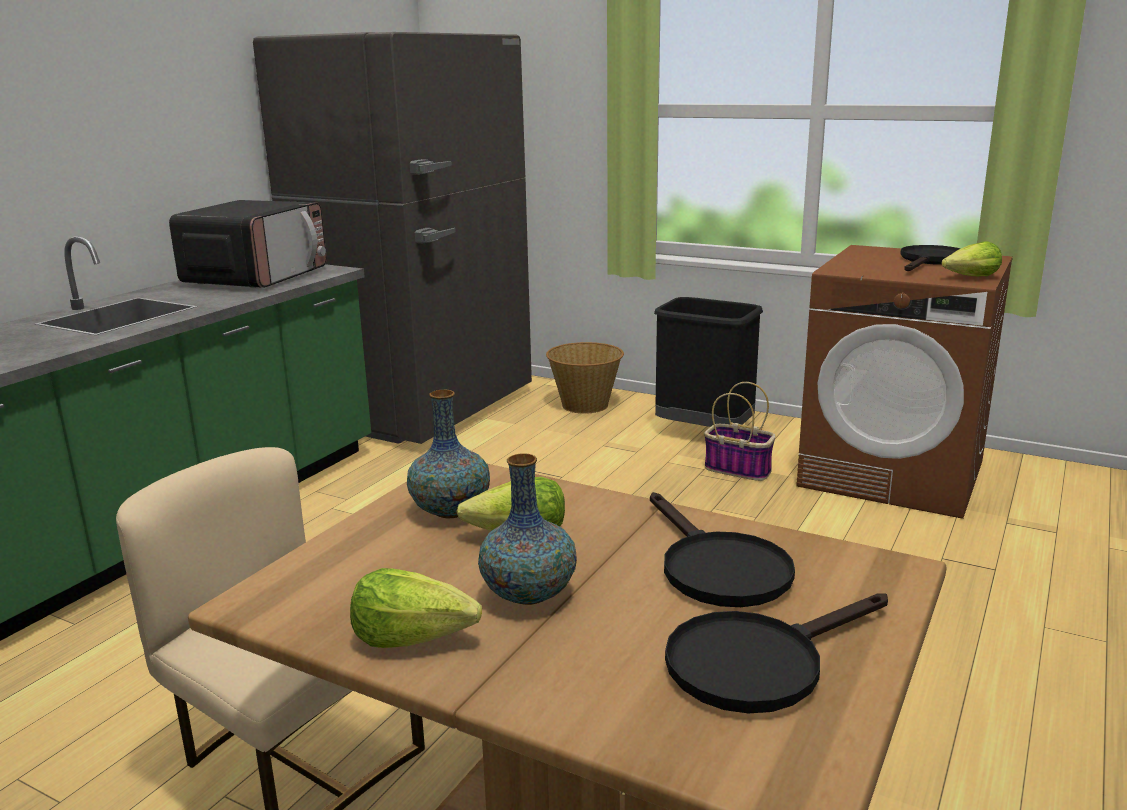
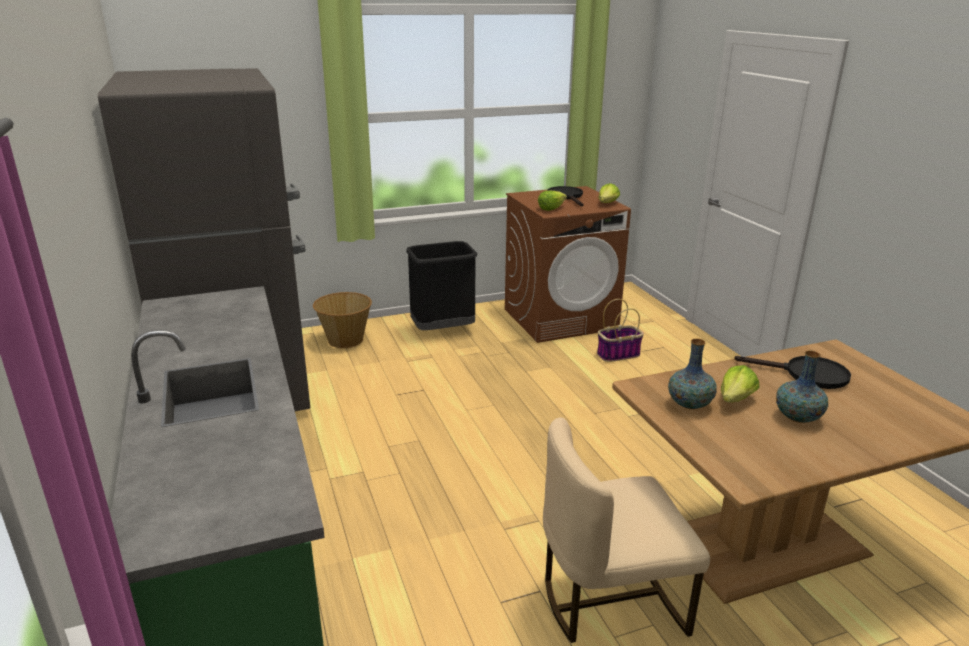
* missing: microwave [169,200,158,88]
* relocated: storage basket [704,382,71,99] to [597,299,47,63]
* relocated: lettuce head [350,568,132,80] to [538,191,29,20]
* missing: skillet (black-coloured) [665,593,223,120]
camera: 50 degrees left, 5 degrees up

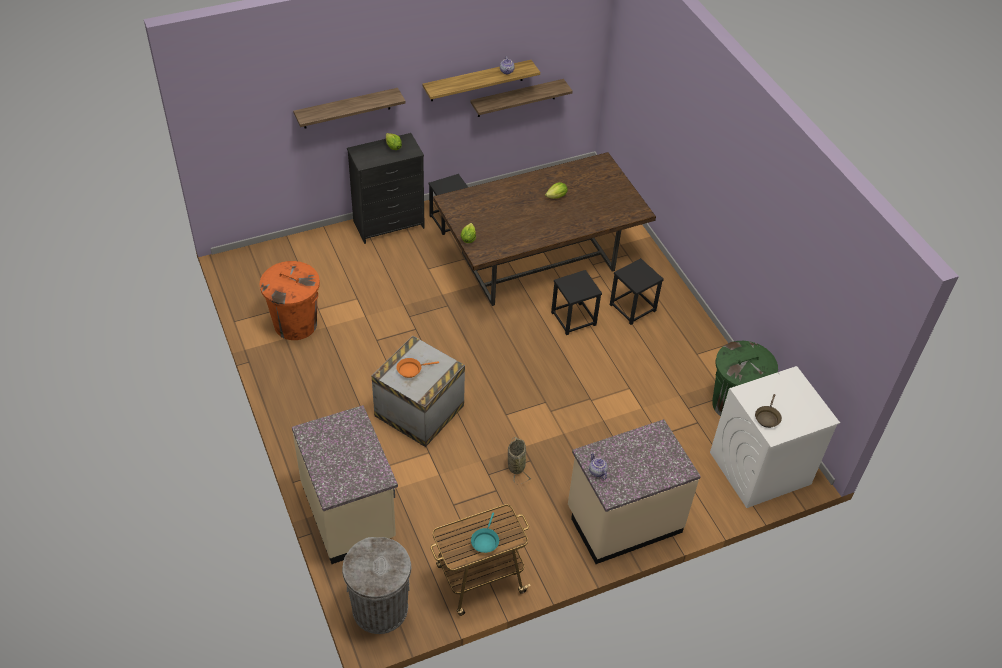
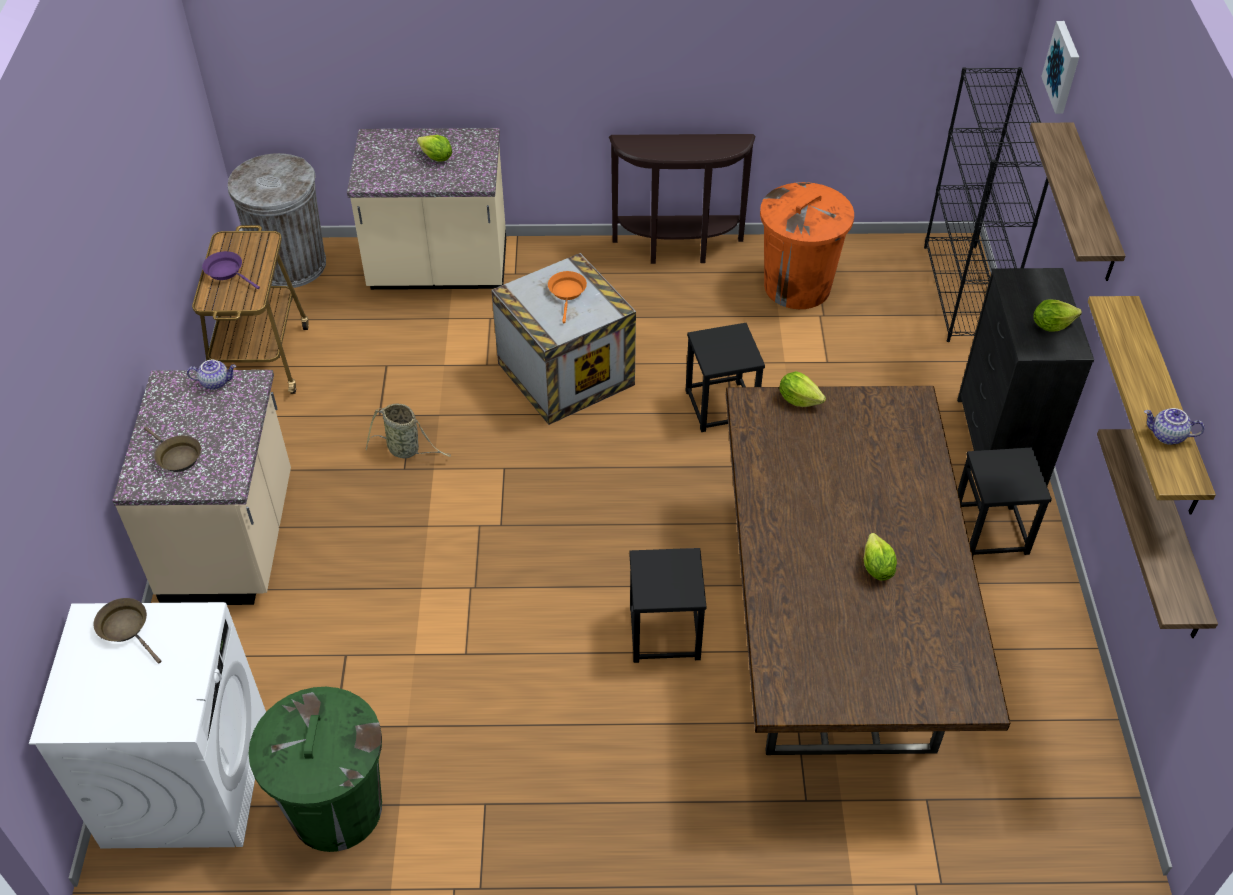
* relocated: stool (black-coloured) [610,258,54,67] to [686,323,79,109]
* colour: skillet (turquoise) [471,512,28,41] to skillet (purple) [202,251,58,38]
* appeared: picture [1041,21,38,93]
* appeared: bookcase (black-coloured) [924,67,125,275]
* appeared: console table (brownish) [609,134,146,130]
* appeared: lettuce head [417,135,35,27]
* appeared: skillet (brownish) [144,427,57,45]
camera: 115 degrees right, 0 degrees up

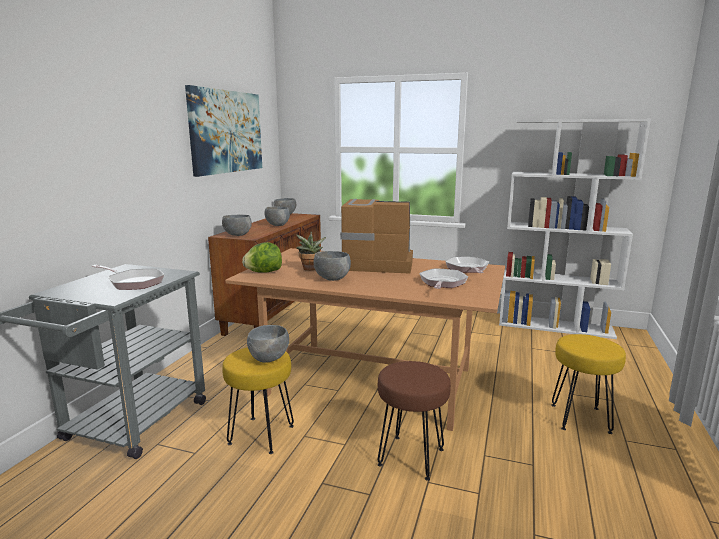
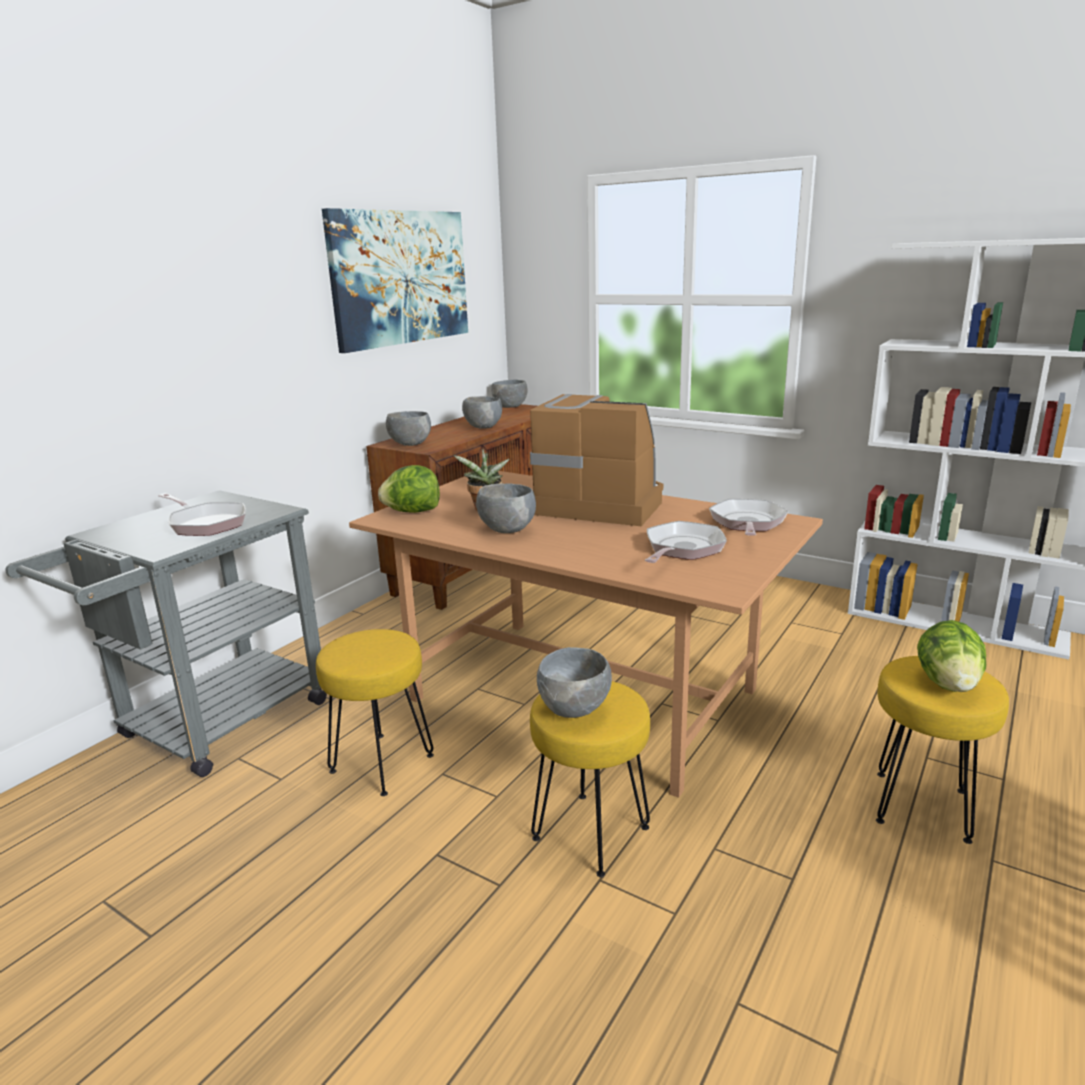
* relocated: bowl (grey) [247,325,42,38] to [537,647,75,71]
* colour: stool (brownish) [378,361,73,120] to stool (yellow) [530,681,120,196]
* appeared: lettuce head [917,620,69,72]
camera: 15 degrees right, 5 degrees up

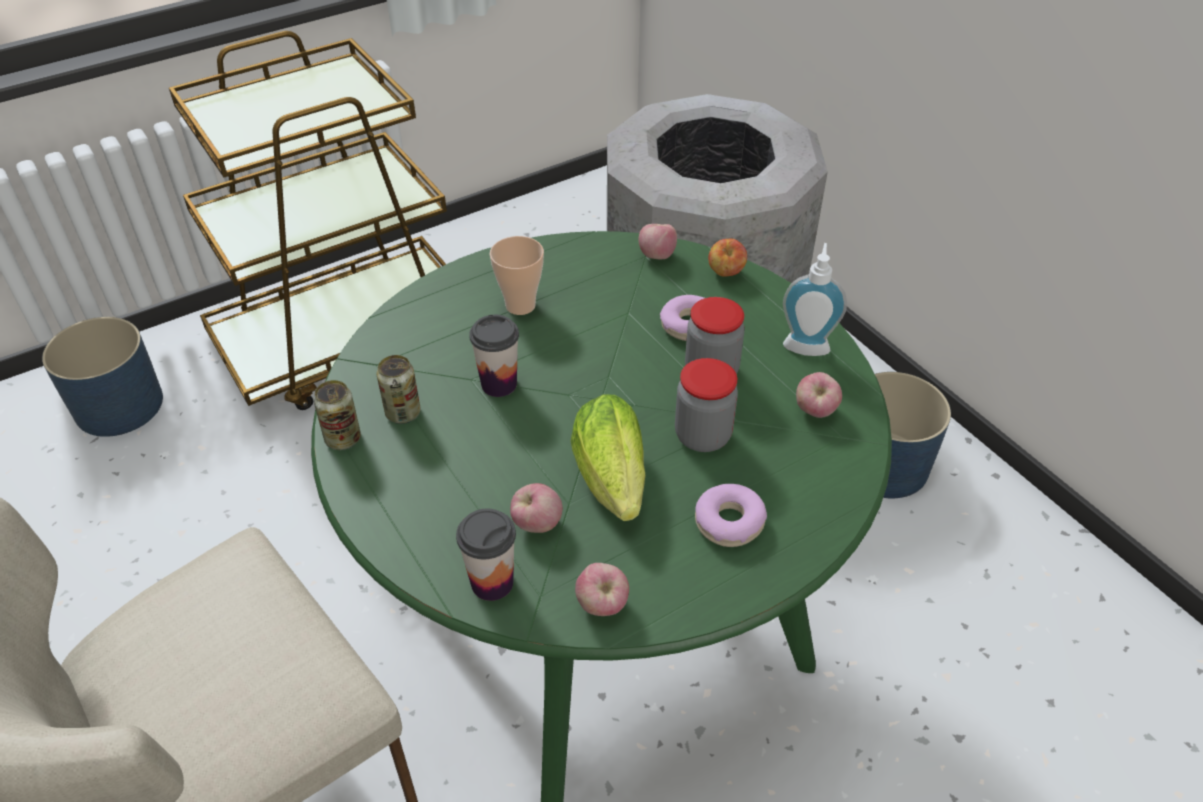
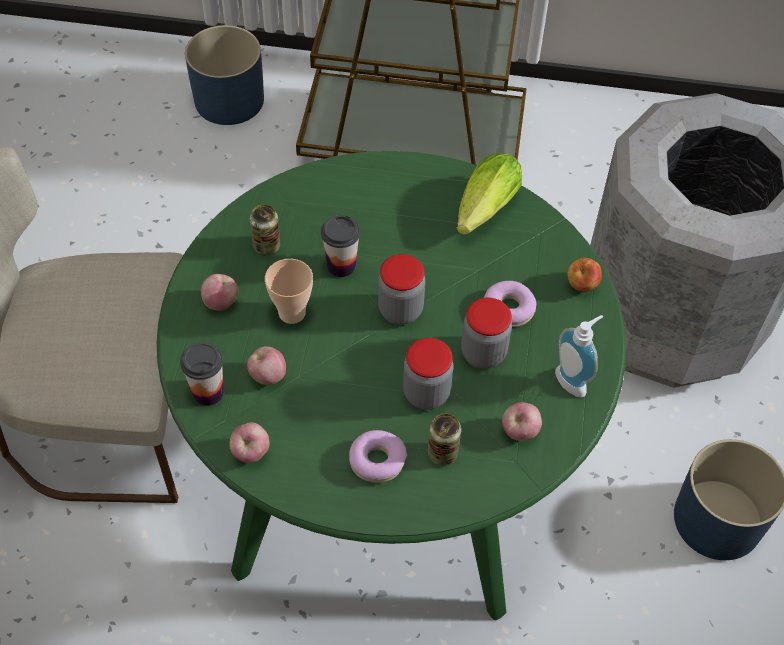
* relocated: whole apple [639,224,38,35] to [201,274,37,37]
* relocated: cup [490,236,54,79] to [265,259,48,65]
* relocated: metal can [314,380,47,70] to [427,413,34,53]
* relocated: lettuce head [571,394,74,127] to [456,153,66,82]
* appeared: storage jar [378,254,47,71]
camera: 40 degrees right, 10 degrees up

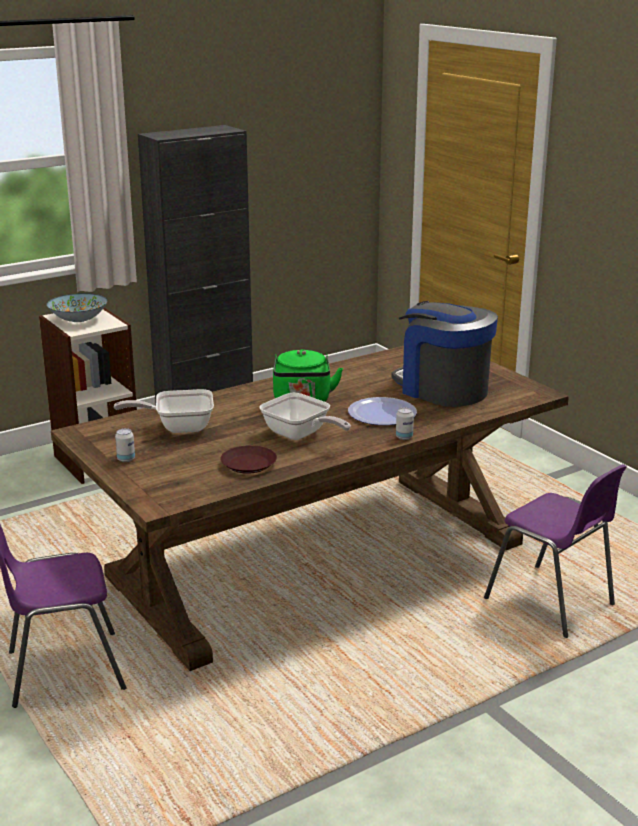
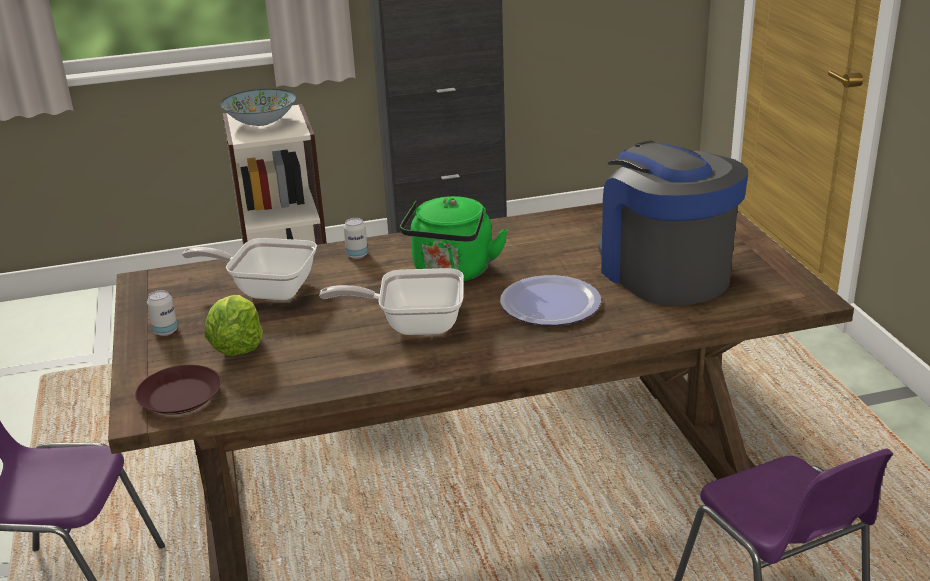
* spun: skillet [259,393,92,47] = [319,268,145,67] 120 degrees clockwise
* relocated: metal can [396,408,18,32] to [344,218,24,41]
* relocated: plate (brownish) [220,445,57,29] to [135,365,86,50]
* appeared: lettuce head [205,295,58,61]
camera: 20 degrees right, 5 degrees up

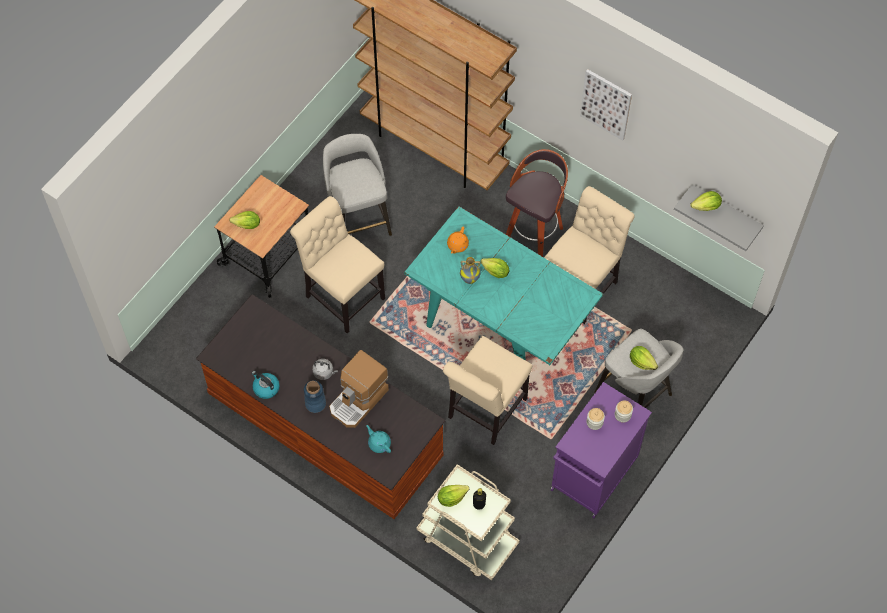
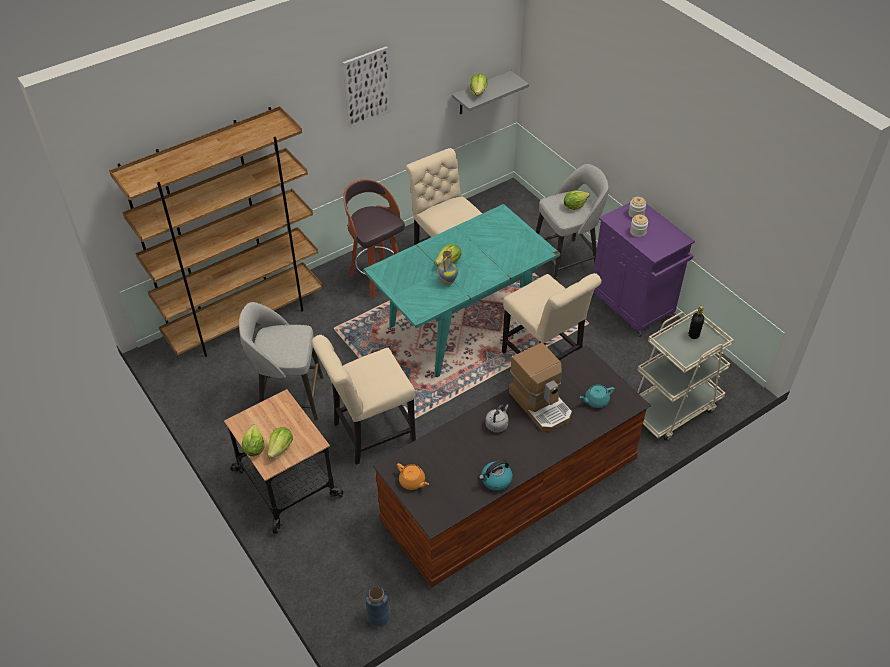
* relocated: teapot (orange) [447,227,22,27] to [397,463,32,27]
* relocated: decorative vase (blue) [304,381,22,32] to [366,586,25,40]
* relocated: lettuce head [438,485,31,22] to [242,425,23,32]
camera: 70 degrees left, 15 degrees down

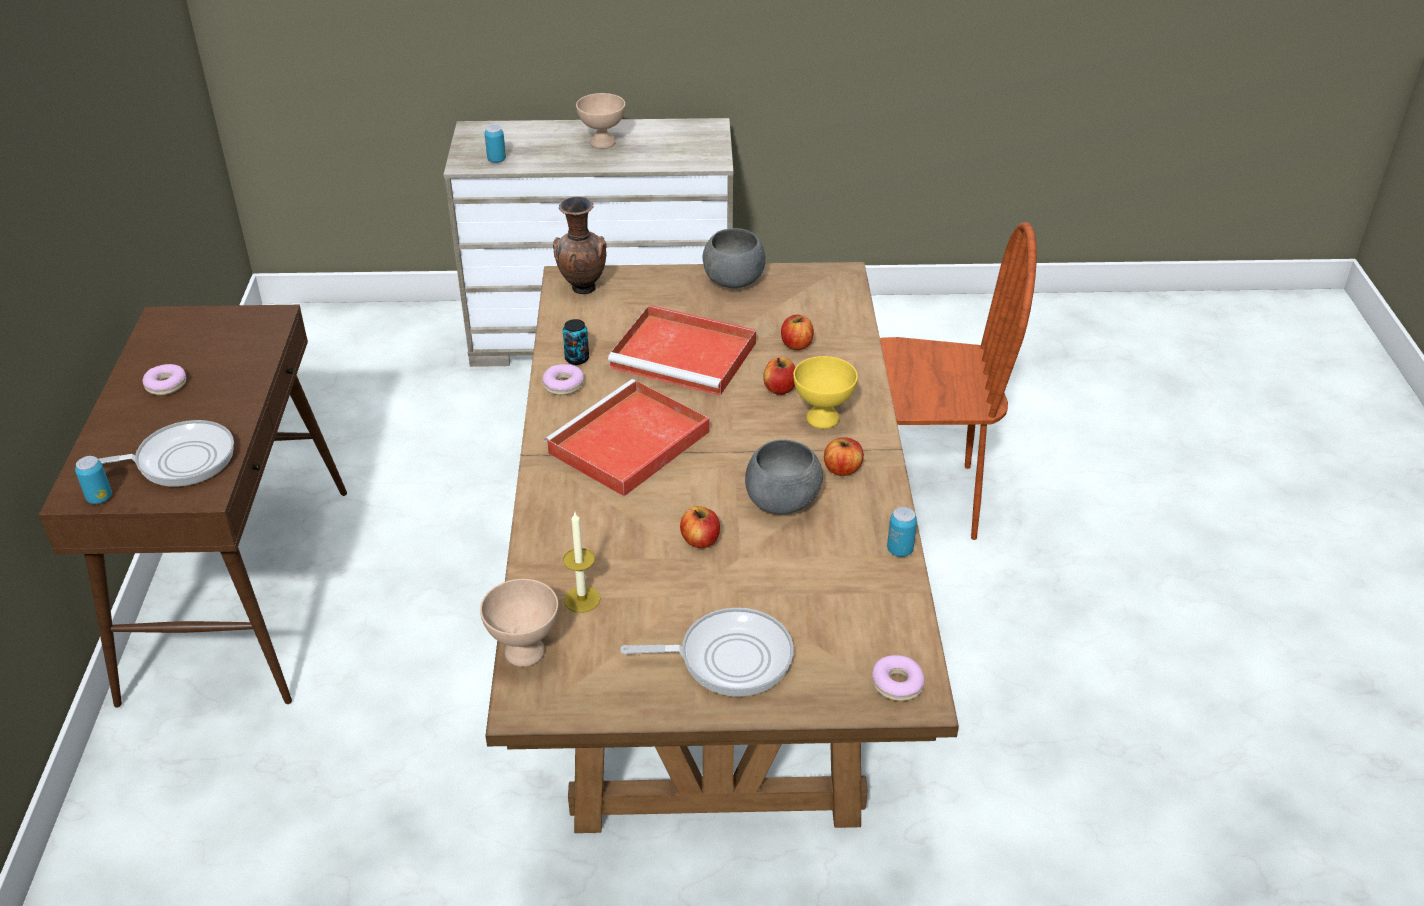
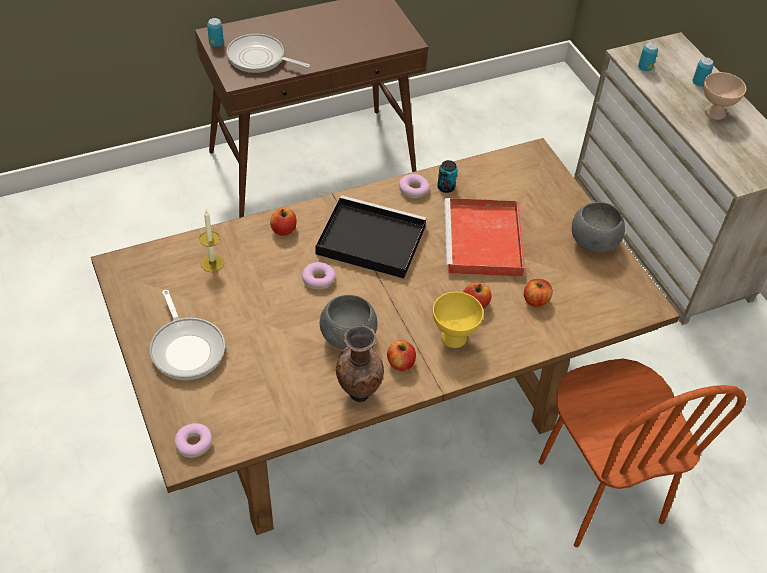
* relocated: decorative vase (brownish) [553,196,54,98] to [336,326,48,76]
* relocated: donut [143,364,43,31] to [302,262,33,28]
* colour: carrying tray (red) [544,379,166,117] to carrying tray (black-coloured) [316,195,111,83]
* spun: skillet [98,420,136,67] = [227,34,83,39] 150 degrees clockwise
* relocated: whole apple [680,506,40,42] to [270,208,26,28]
* relocated: metal can [887,507,30,50] to [693,57,21,30]
* missing: bowl (sand-coloured) [480,579,78,88]
camera: 65 degrees right, 10 degrees up

